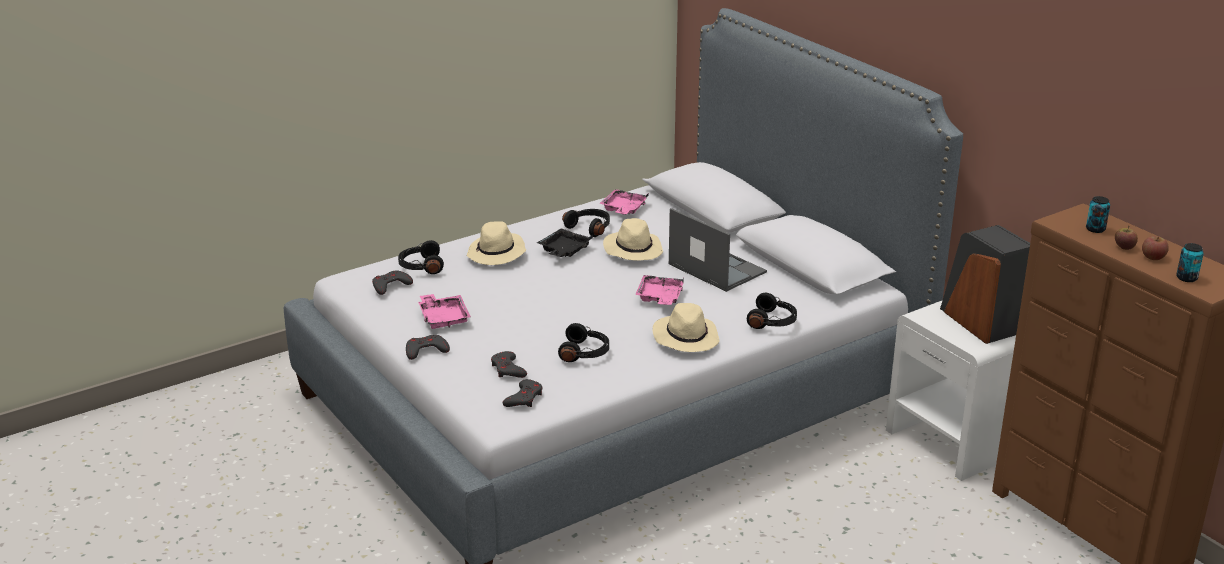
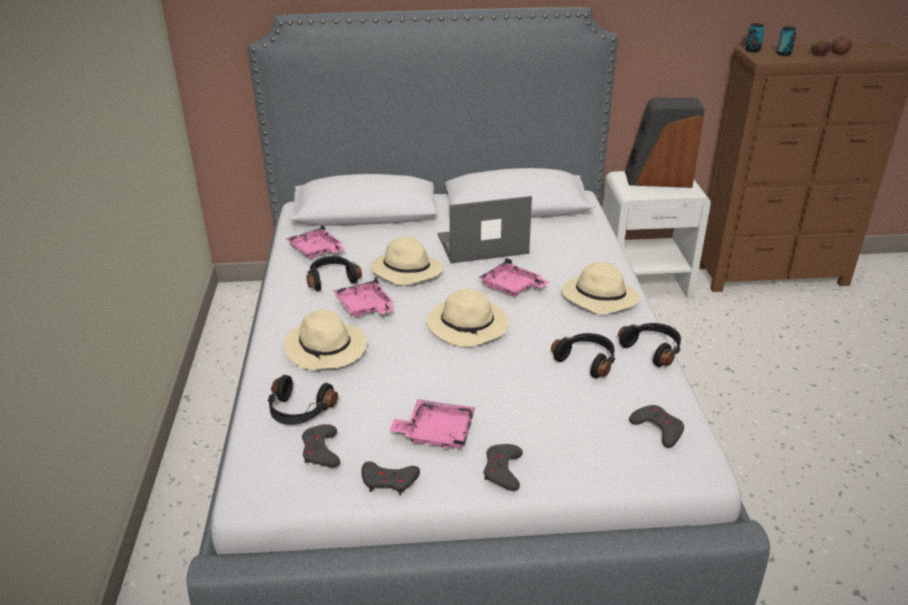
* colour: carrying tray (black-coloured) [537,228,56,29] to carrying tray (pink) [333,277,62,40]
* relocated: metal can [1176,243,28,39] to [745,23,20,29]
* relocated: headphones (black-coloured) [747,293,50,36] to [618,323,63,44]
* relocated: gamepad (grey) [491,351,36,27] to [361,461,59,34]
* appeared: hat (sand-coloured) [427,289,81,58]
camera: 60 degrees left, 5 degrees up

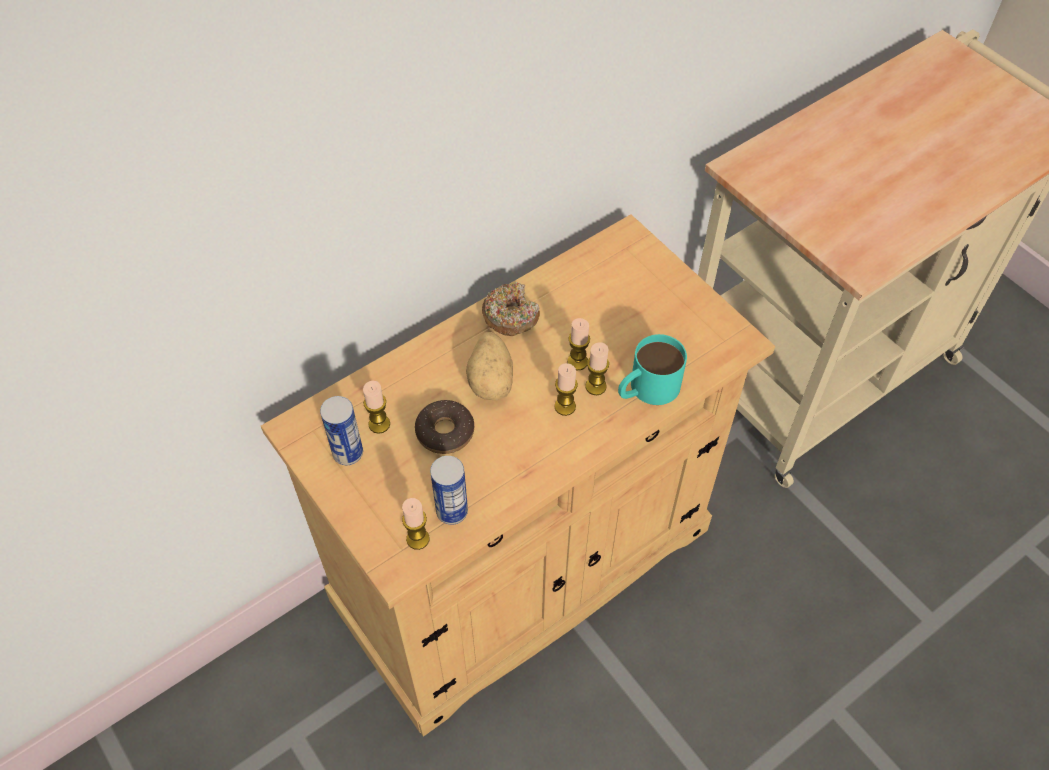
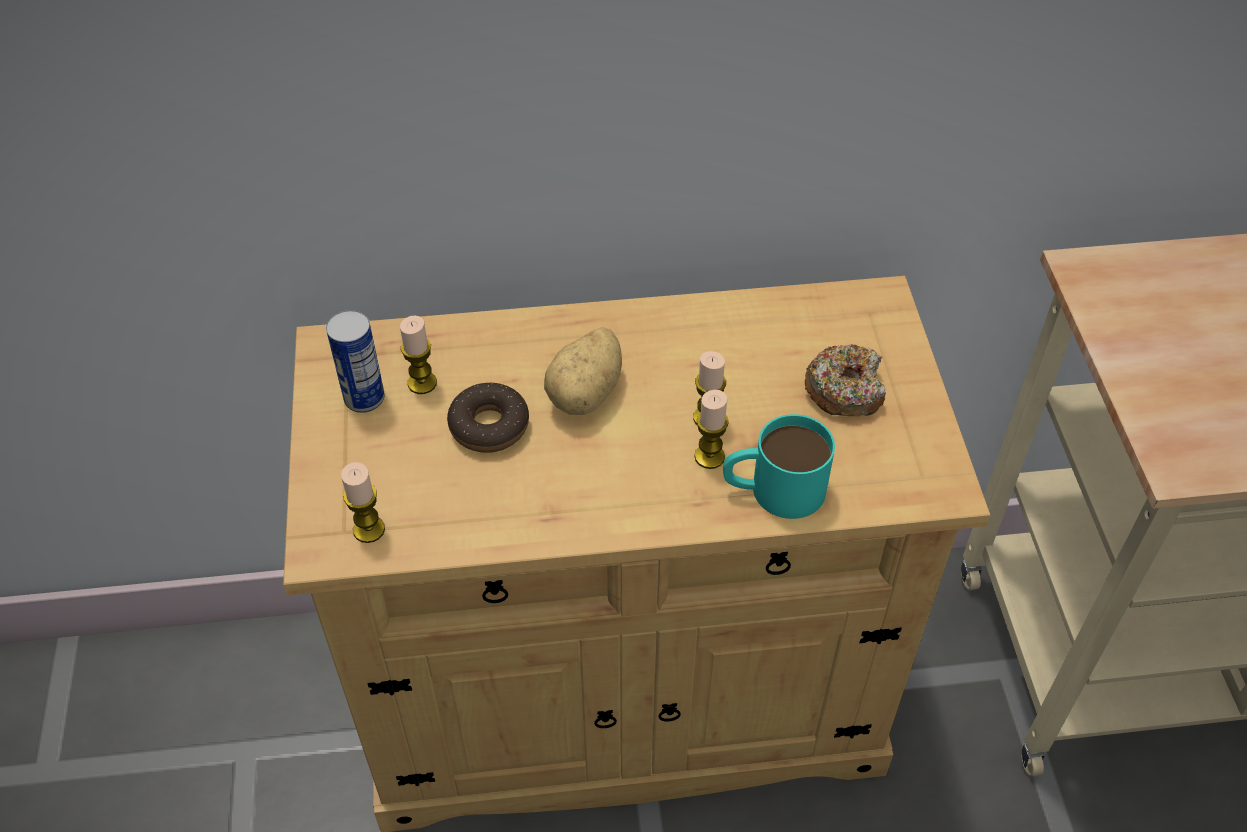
* relocated: donut [482,282,58,54] to [805,344,81,72]
* missing: wax candle [554,363,24,53]
* missing: metal can [430,456,38,69]
camera: 30 degrees right, 5 degrees down

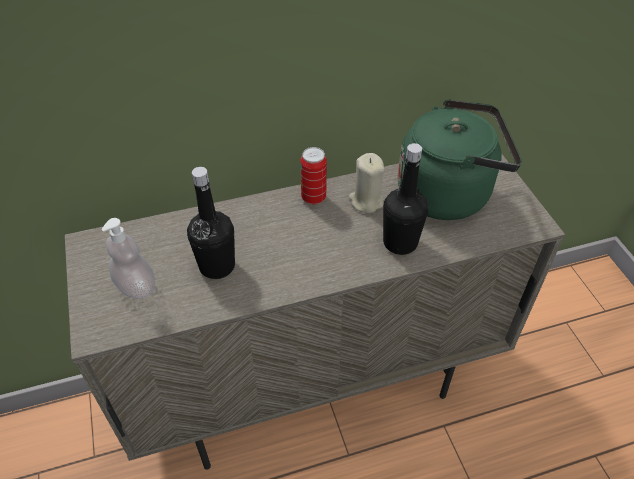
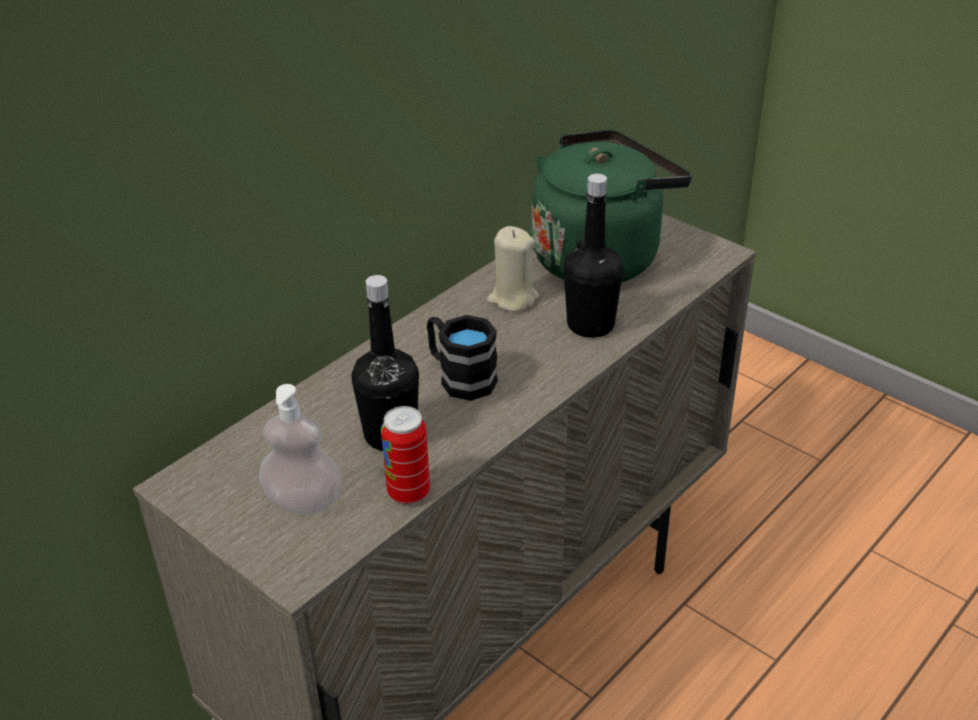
* relocated: metal can [300,147,27,58] to [381,406,49,98]
* appeared: tea mug (black-coloured) [427,315,71,86]
camera: 30 degrees left, 10 degrees down

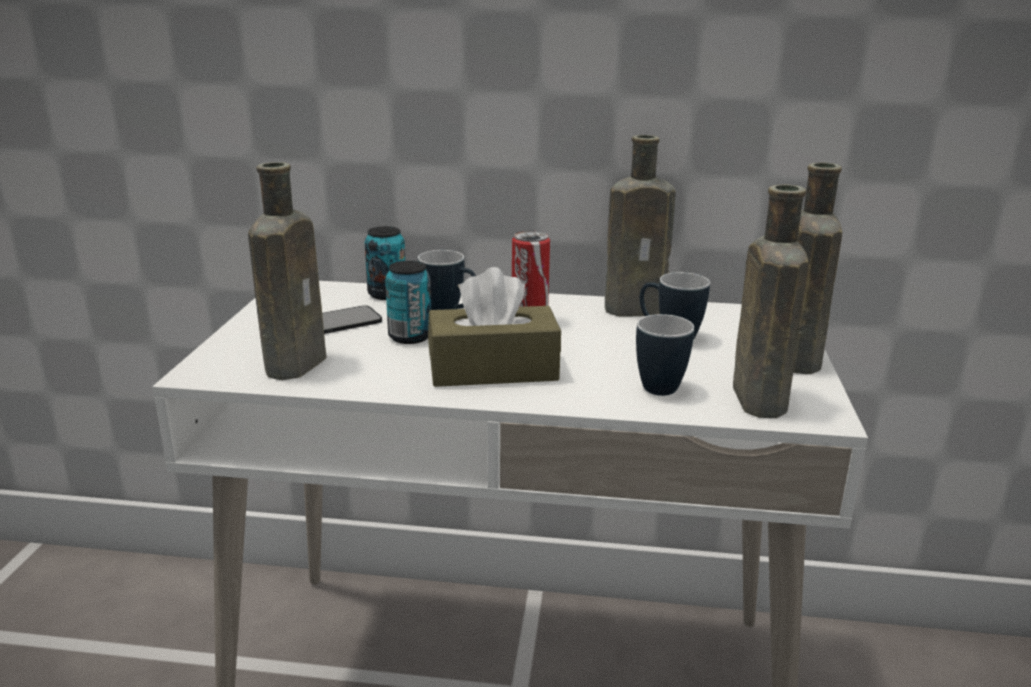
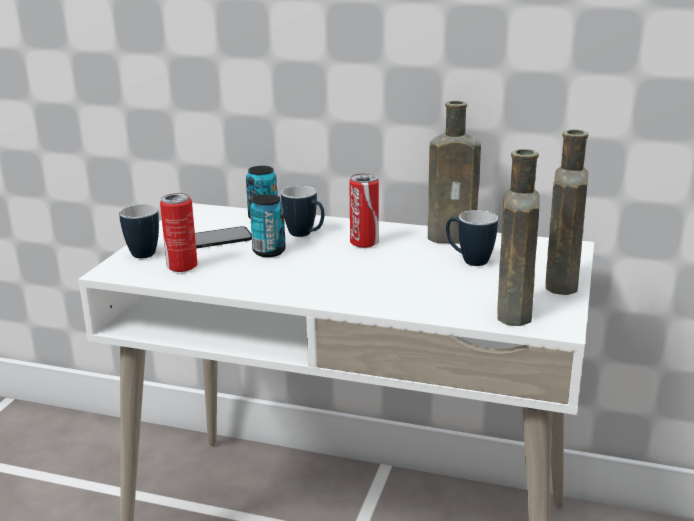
* exchanged: drink bottle (brownish) [248,162,78,218] to metal can [160,193,37,79]
* missing: tissue box (brownish) [428,267,133,120]
* relocated: tea mug [636,314,58,82] to [119,204,40,54]
camera: 10 degrees right, 0 degrees up

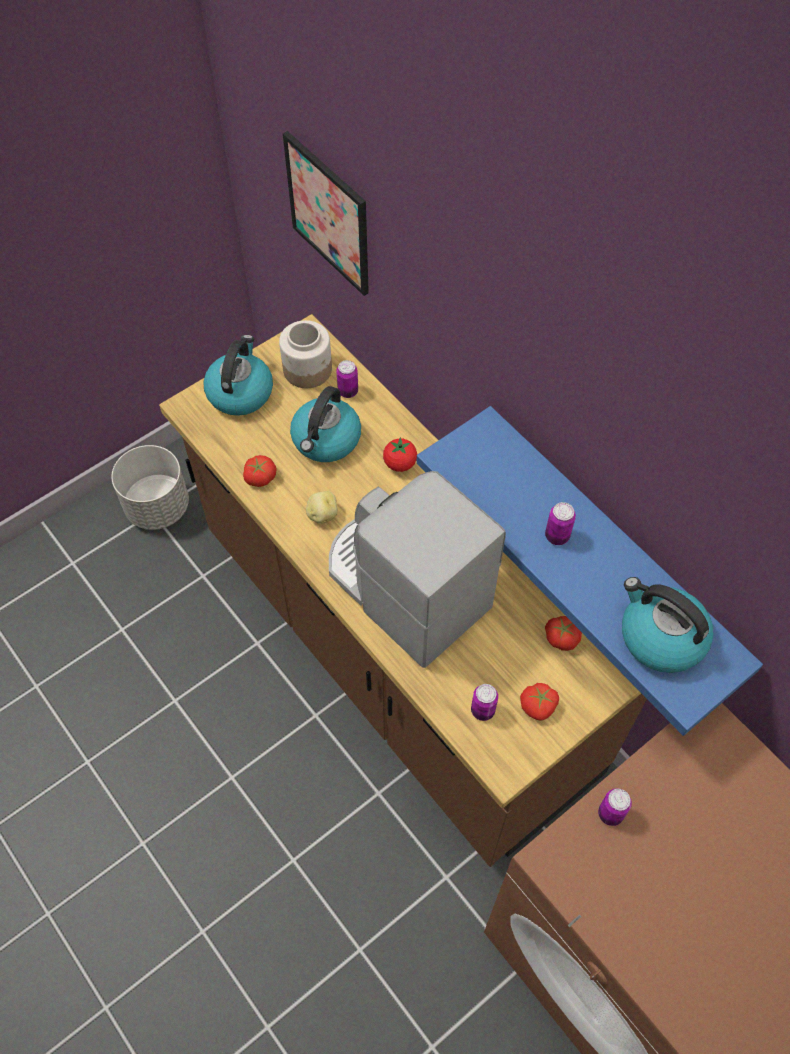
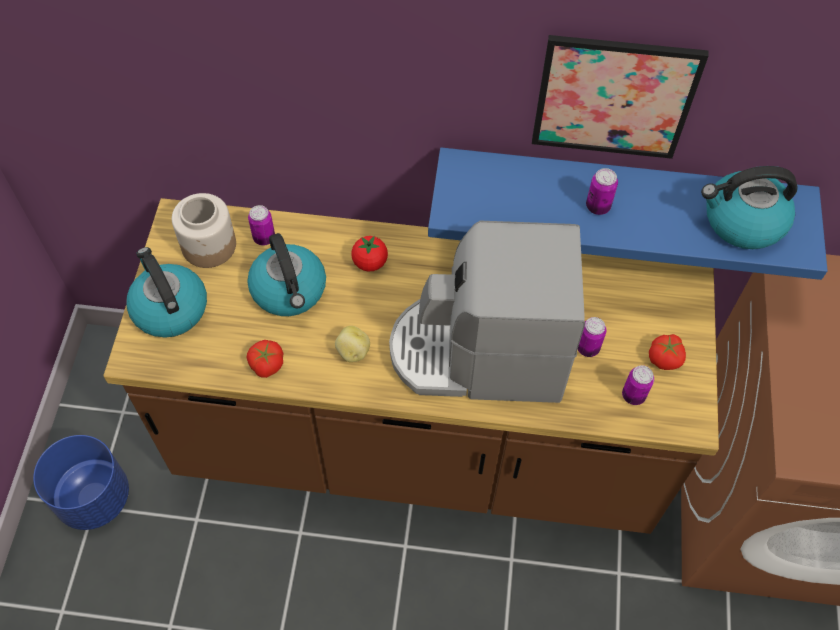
* relocated: picture [283,131,86,165] to [532,35,177,124]
* colour: flower pot (grey) [111,445,78,85] to flower pot (blue) [33,435,96,95]
* missing: whole tomato [545,616,37,35]
* relocated: metal can [598,788,34,38] to [578,317,28,40]
camera: 45 degrees left, 0 degrees up

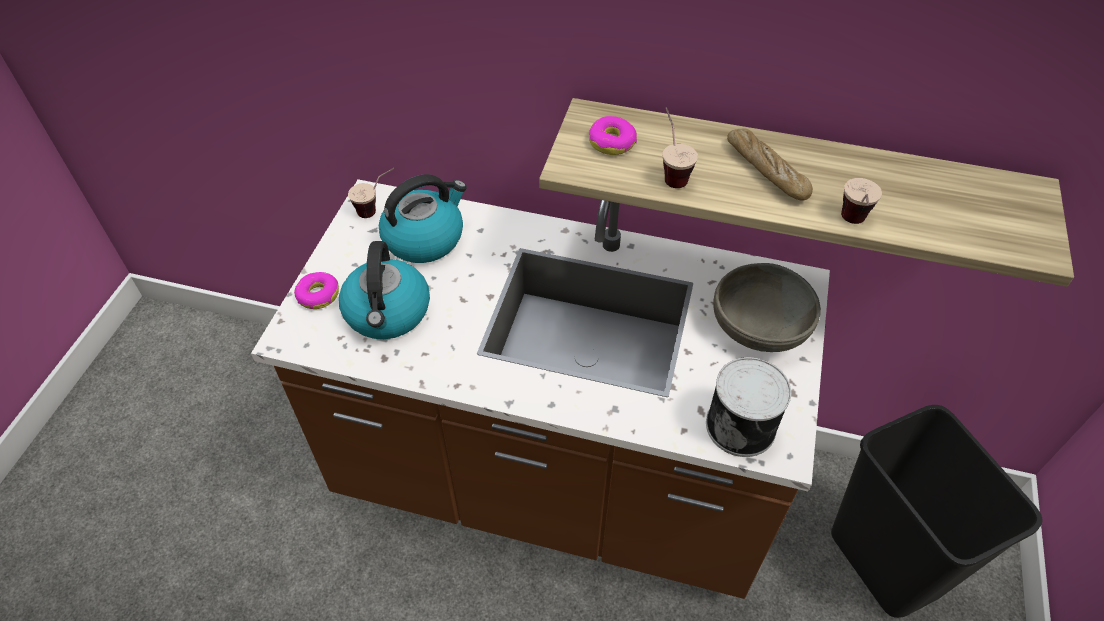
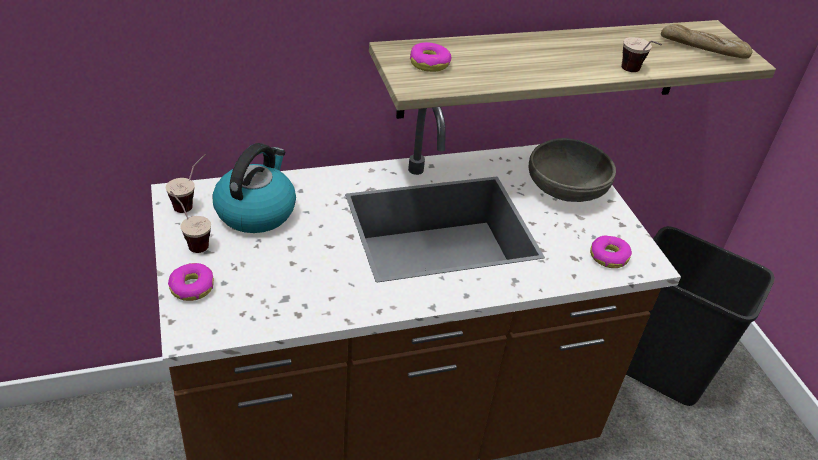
* relocated: cup [662,107,36,81] to [170,191,41,62]
* relocated: bread [727,129,86,72] to [661,24,91,35]
* missing: water kettle [339,241,91,98]
* exchanged: metal can [706,357,85,100] to donut [590,236,42,32]
camera: 35 degrees left, 10 degrees down

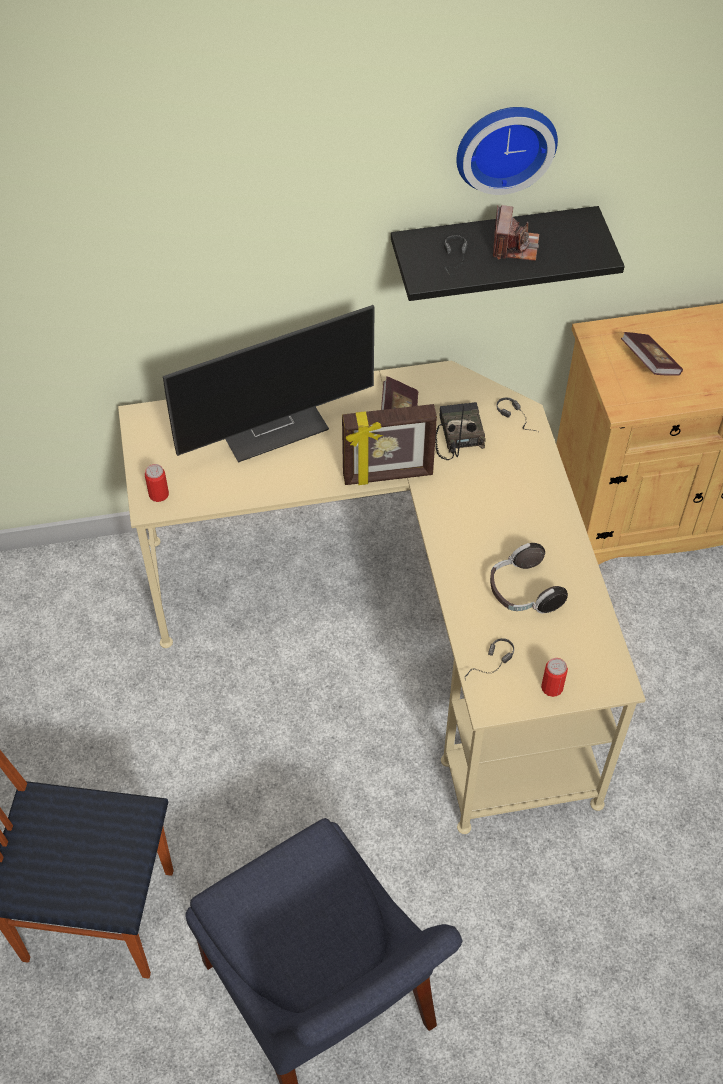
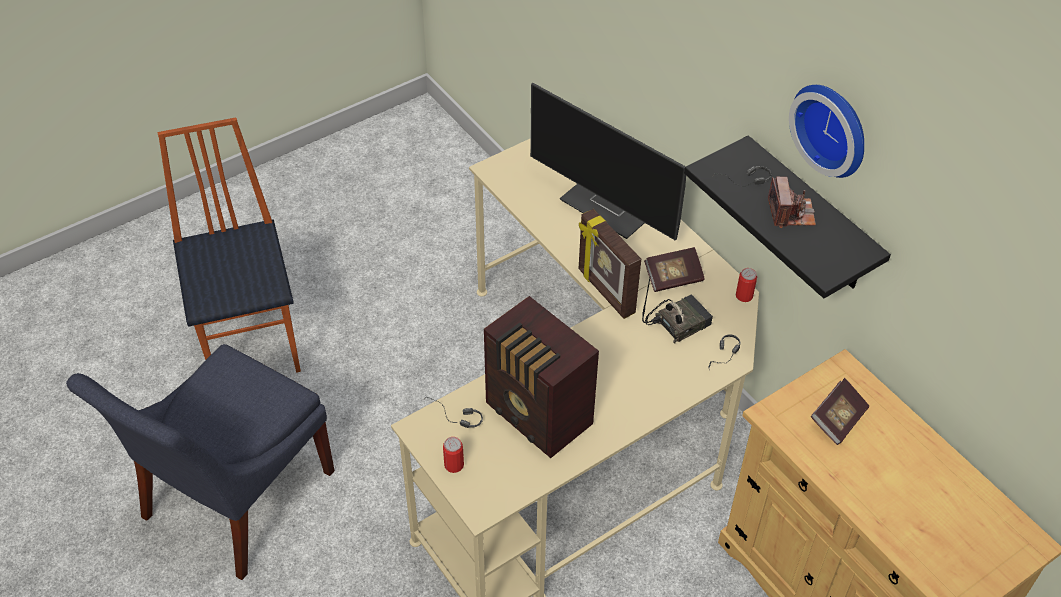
* spun: still camera [493,205,46,56] = [768,177,48,51] 75 degrees counterclockwise
* relocated: metal can [145,464,24,38] to [736,268,21,34]
* exchanged: headphones [490,543,78,70] to radio receiver [484,296,115,162]
camera: 65 degrees right, 5 degrees down

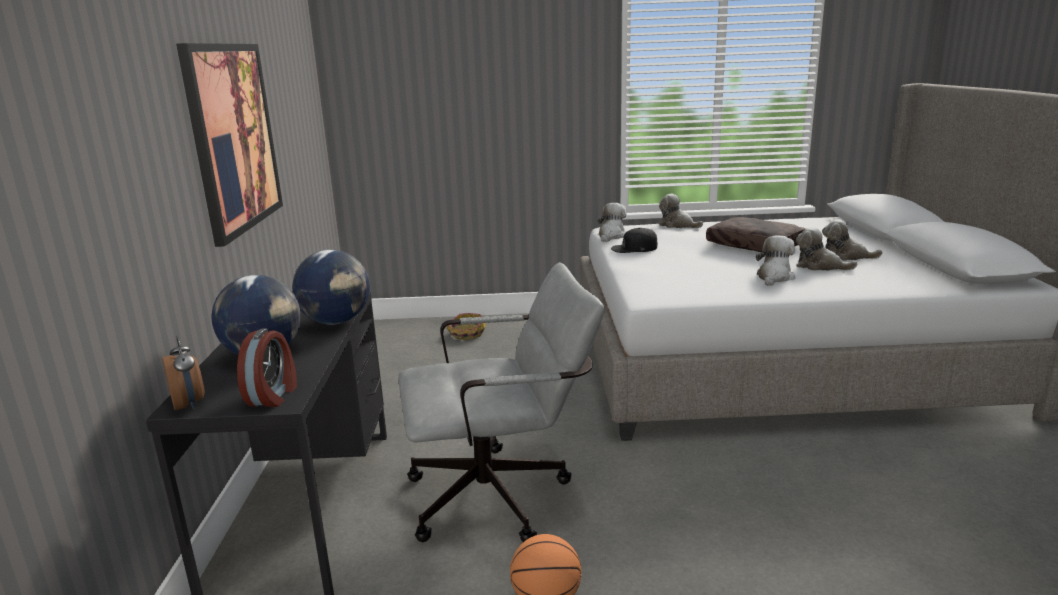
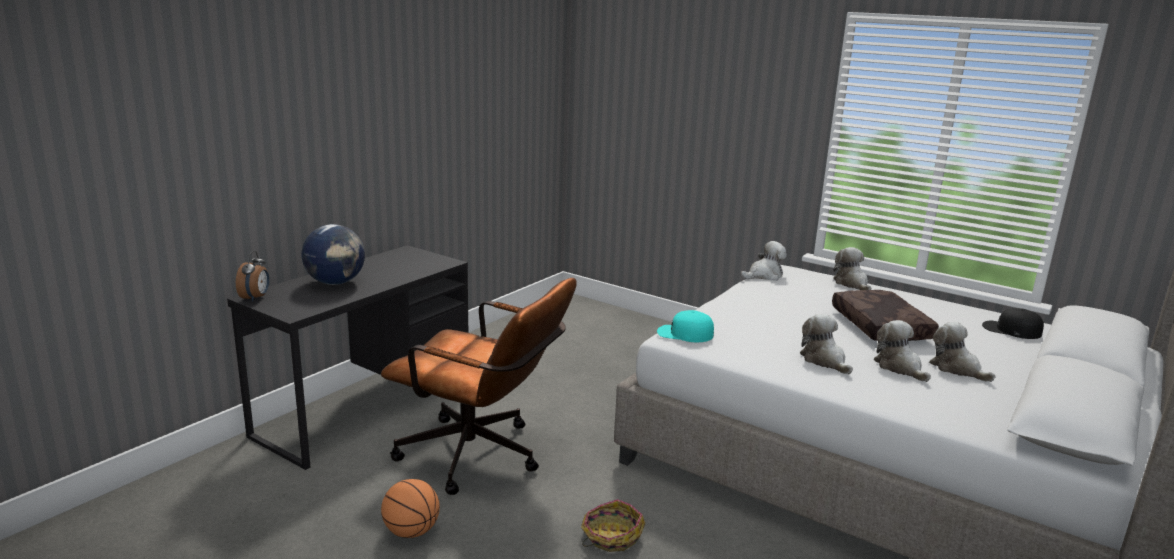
* missing: picture [176,43,107,204]
* relocated: baseball cap (black-coloured) [611,228,47,25] to [982,308,62,31]
* spun: cuddly toy [756,235,39,51] = [800,314,53,60] 90 degrees counterclockwise
* missing: world globe [292,250,78,75]
* colour: office chair (grey) [398,262,207,280] to office chair (brownish) [381,278,196,217]
* relocated: storage basket [447,313,39,27] to [581,499,64,53]
* missing: alarm clock [237,328,60,79]
* appeared: baseball cap (turquoise) [657,310,57,32]
camera: 35 degrees right, 0 degrees up

